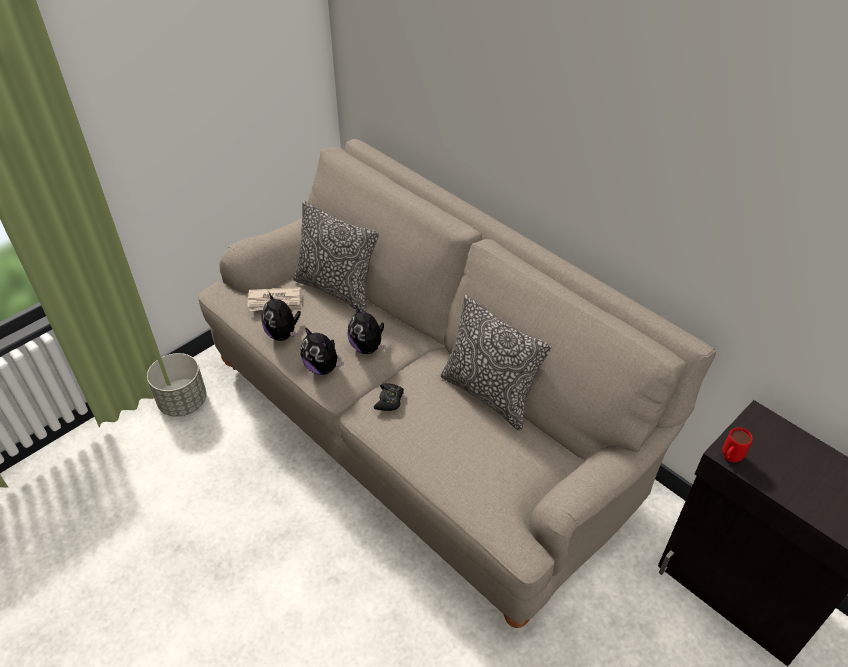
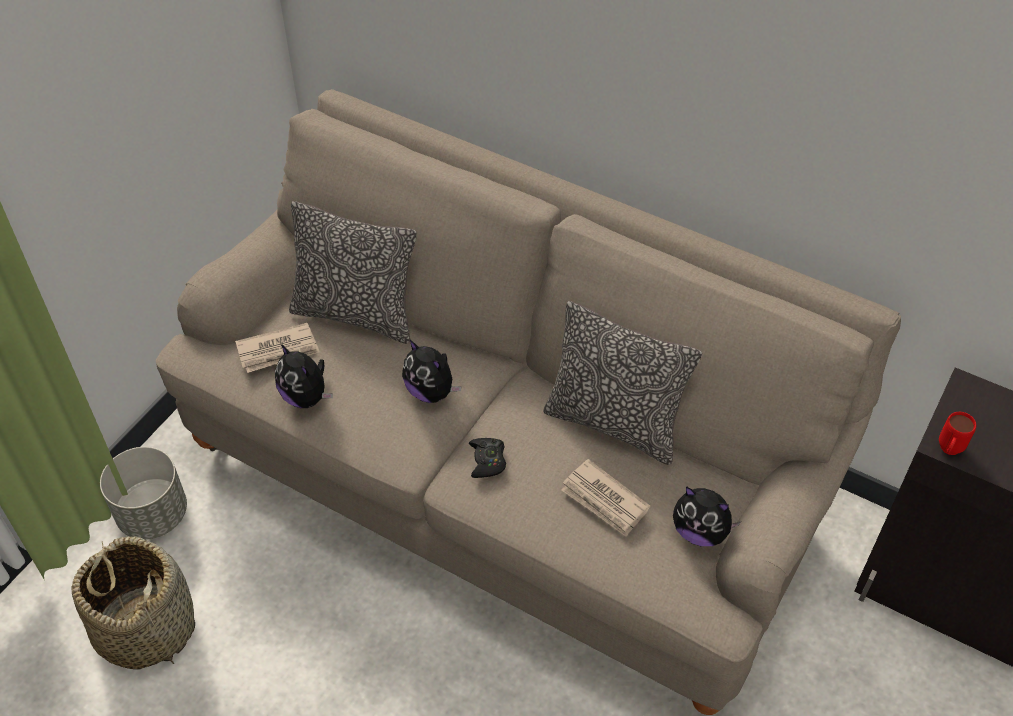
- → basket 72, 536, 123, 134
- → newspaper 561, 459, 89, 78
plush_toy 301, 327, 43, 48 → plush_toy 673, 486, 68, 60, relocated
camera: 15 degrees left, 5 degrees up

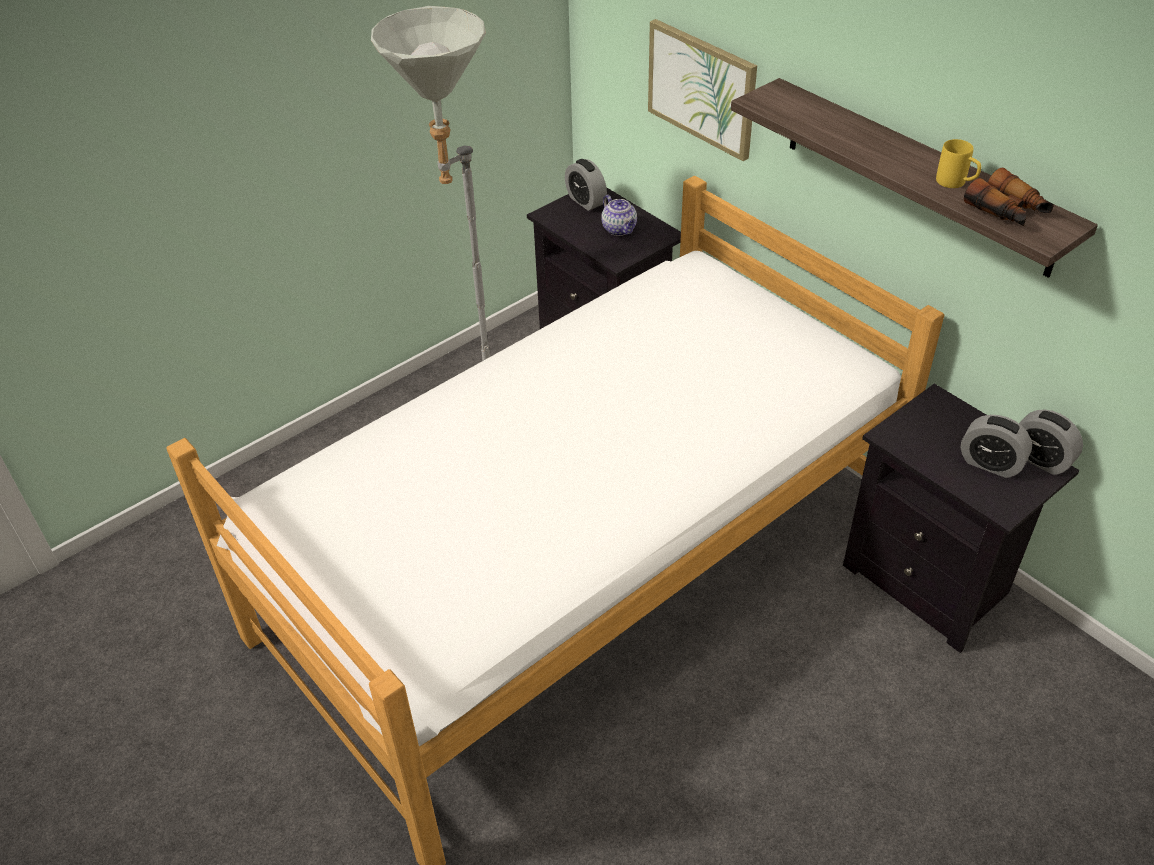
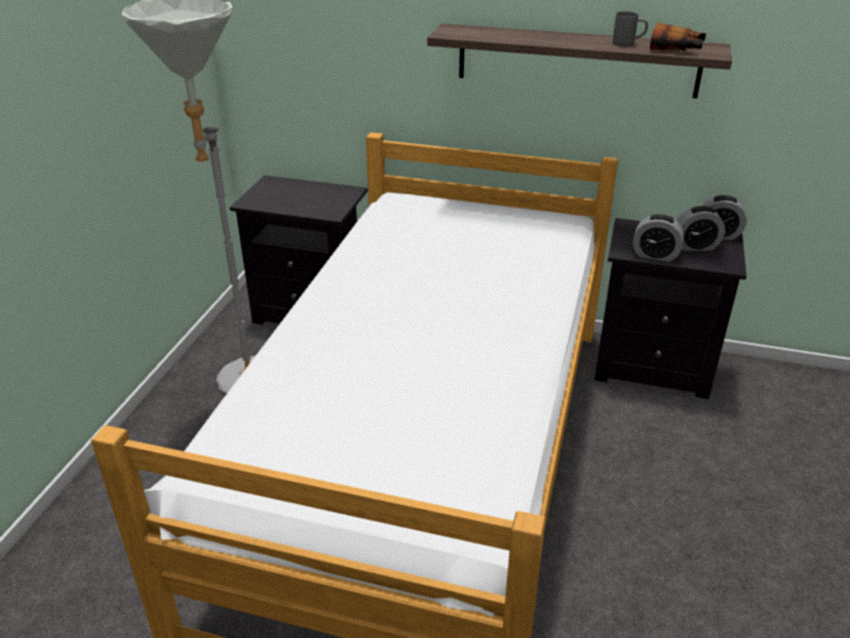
teapot 601, 195, 36, 41 → -
picture 648, 19, 109, 142 → -
alarm_clock 565, 159, 42, 52 → alarm_clock 633, 214, 51, 48, relocated
yellow_mug 936, 139, 45, 49 → grey_mug 613, 11, 35, 35
camera: 35 degrees left, 10 degrees down

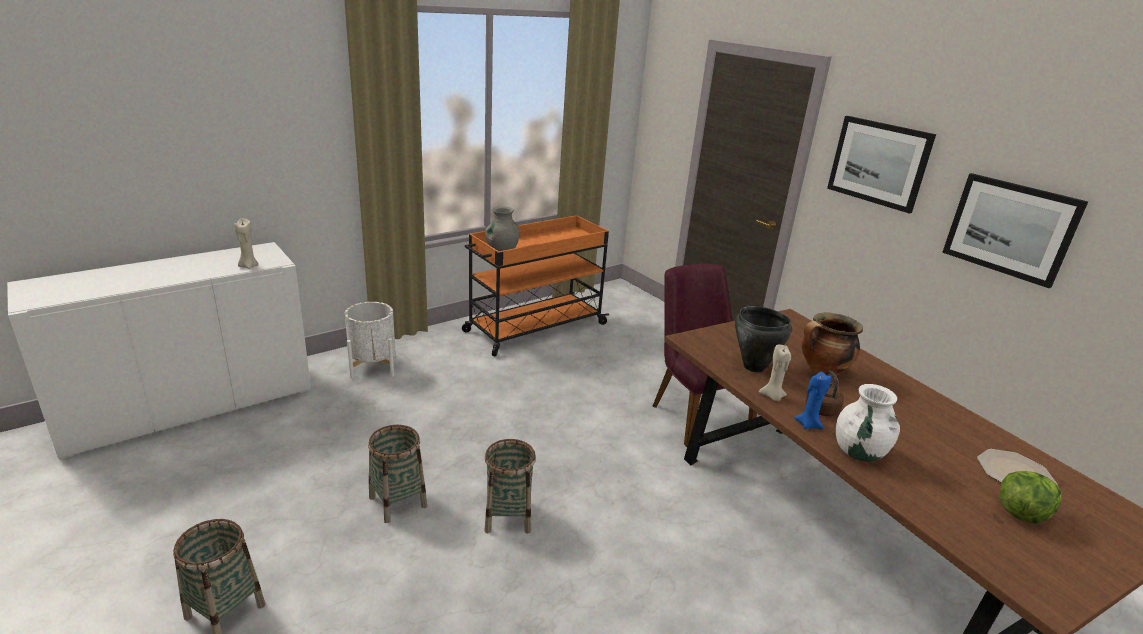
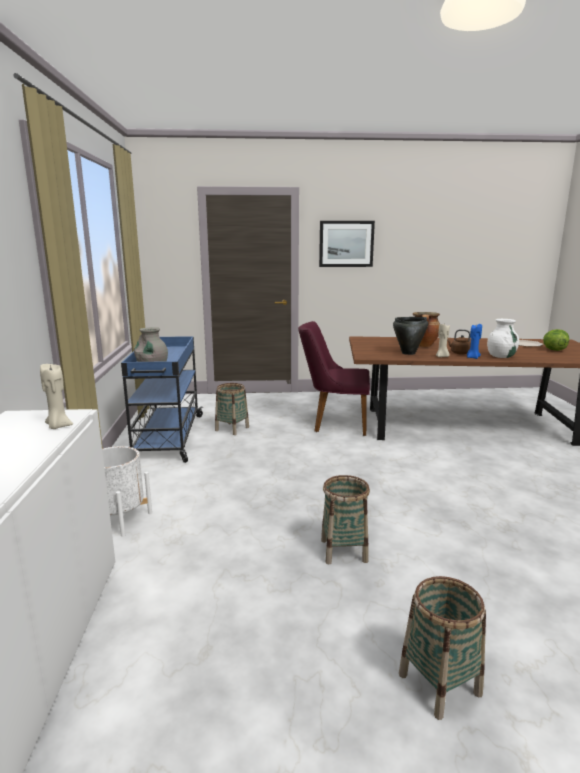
picture 942, 173, 146, 115 → -
basket 484, 439, 52, 94 → basket 215, 383, 34, 52, relocated
orange_cart 462, 215, 147, 141 → blue_cart 121, 336, 82, 127
camera: 55 degrees left, 10 degrees down

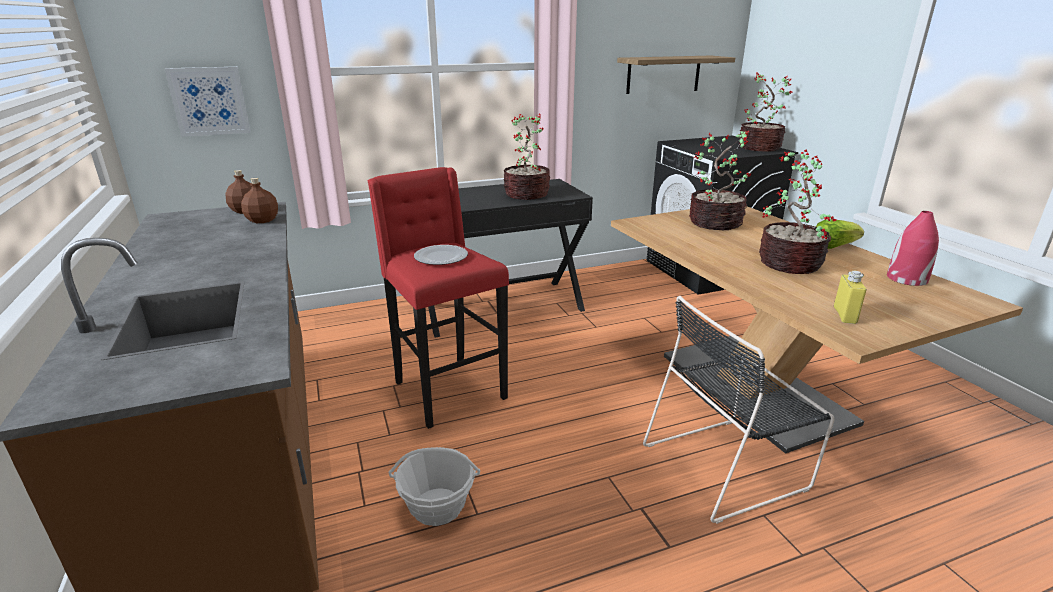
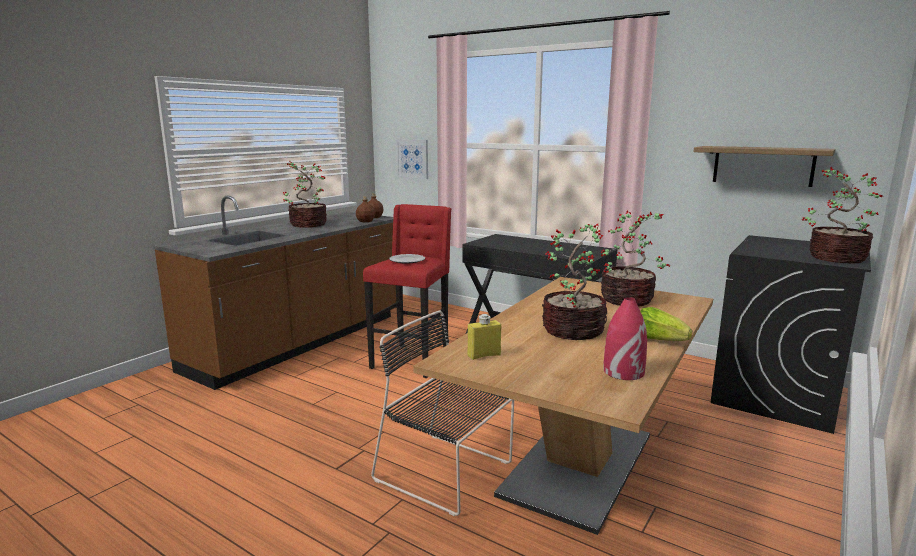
basket 389, 447, 91, 79 → -
potted_plant 503, 113, 47, 87 → potted_plant 283, 161, 44, 67, relocated
camera: 55 degrees right, 10 degrees down

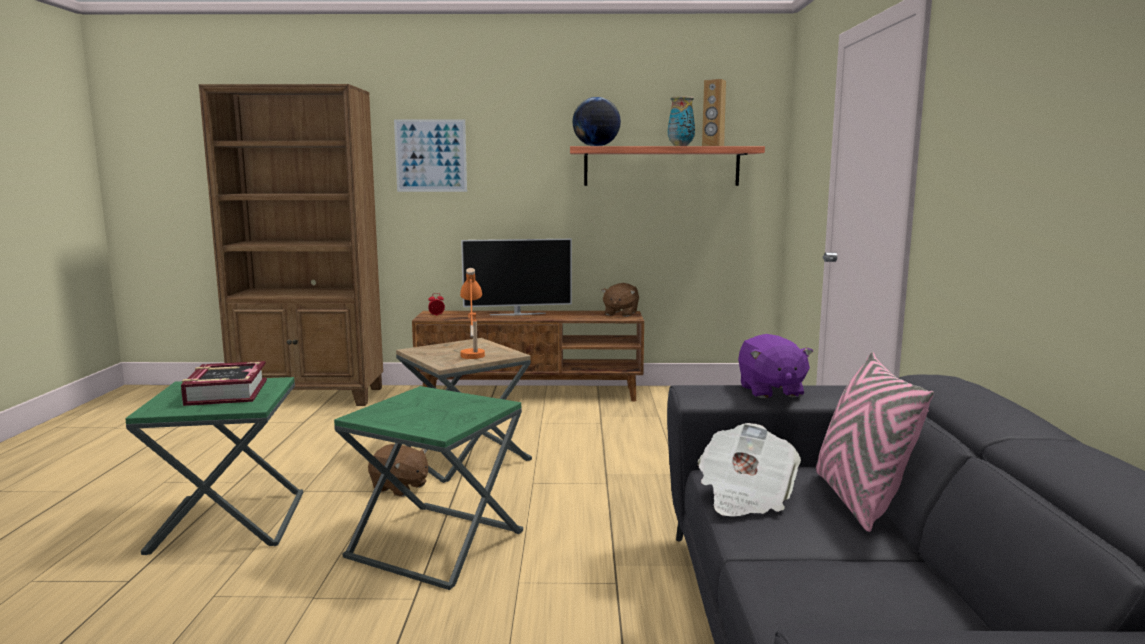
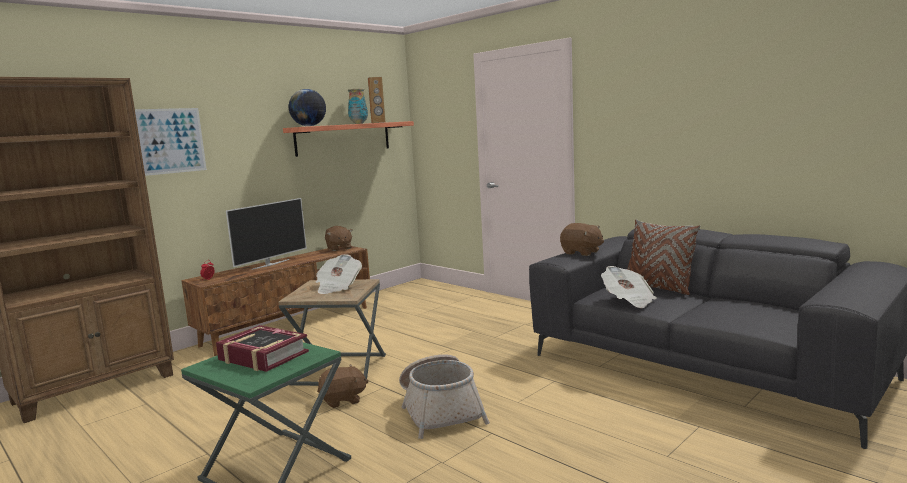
green_side_table 334, 386, 189, 204 → basket 399, 354, 91, 85
orange_table_lamp 460, 268, 25, 91 → newspaper 316, 254, 46, 40
purple_plush_toy 738, 334, 75, 64 → brown_plush_toy 560, 223, 44, 33
pink_pillow 816, 352, 118, 180 → brown_pillow 628, 219, 72, 76
camera: 45 degrees left, 0 degrees up

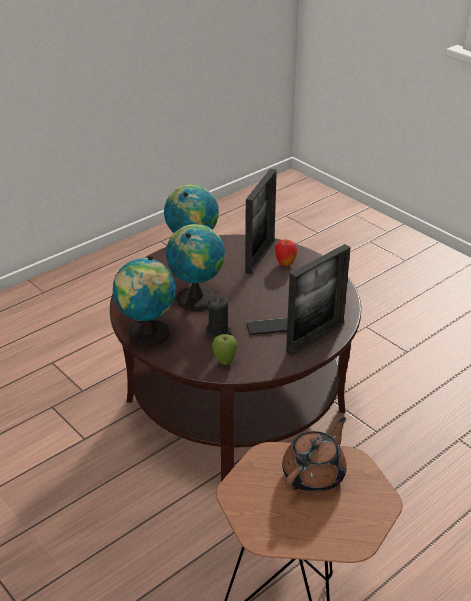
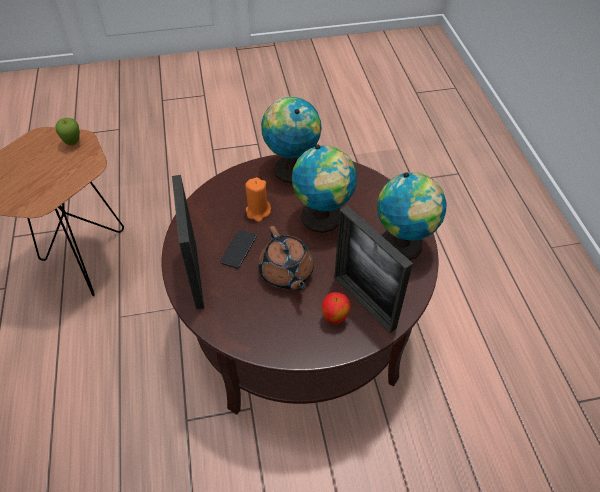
apple 212, 334, 25, 31 → apple 56, 118, 24, 28, relocated
brown_teapot 282, 417, 65, 76 → brown_teapot 258, 226, 56, 65, relocated
black_candle 206, 297, 26, 43 → orange_candle 245, 177, 26, 45
camera: 120 degrees right, 15 degrees up

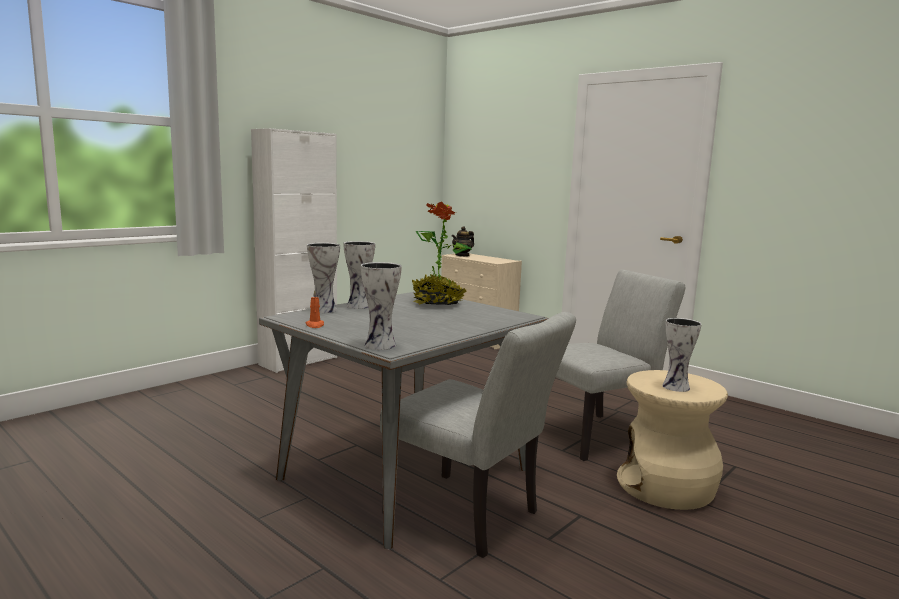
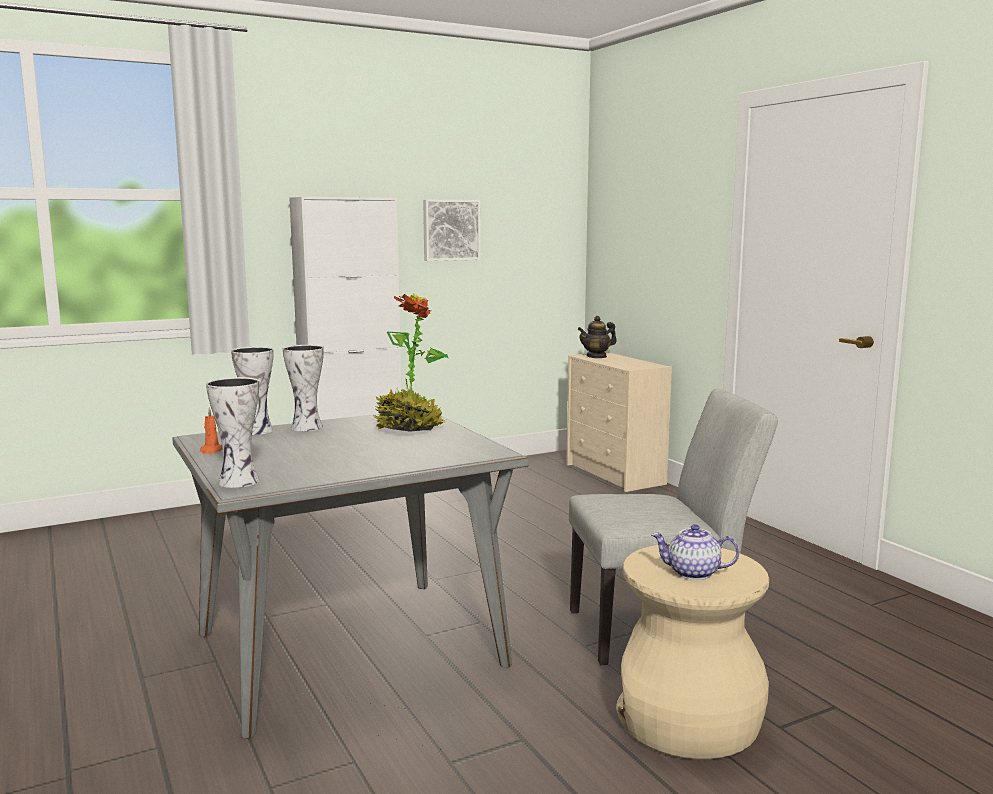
grey_chair 380, 312, 196, 246 → -
- → picture 423, 200, 58, 61
vase 662, 318, 40, 74 → teapot 651, 524, 88, 56
camera: 20 degrees right, 0 degrees up

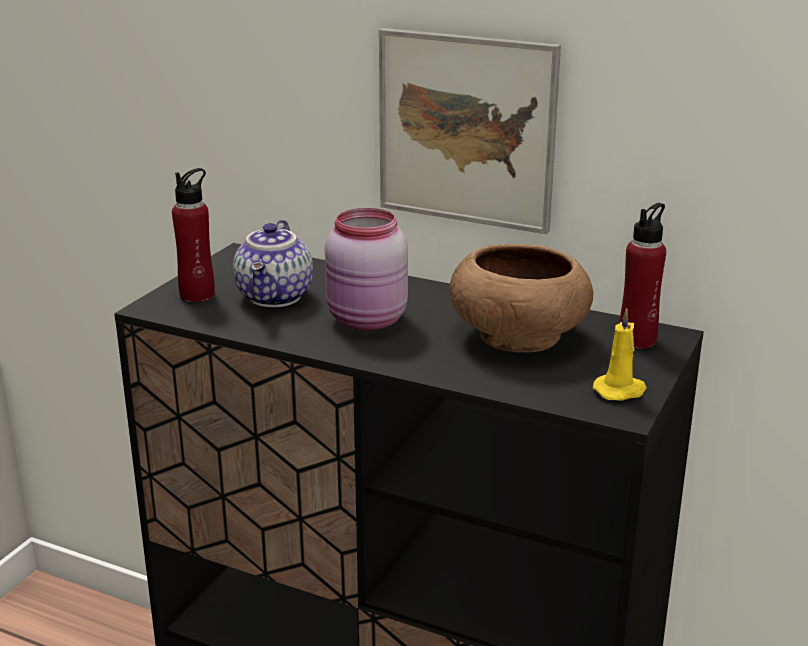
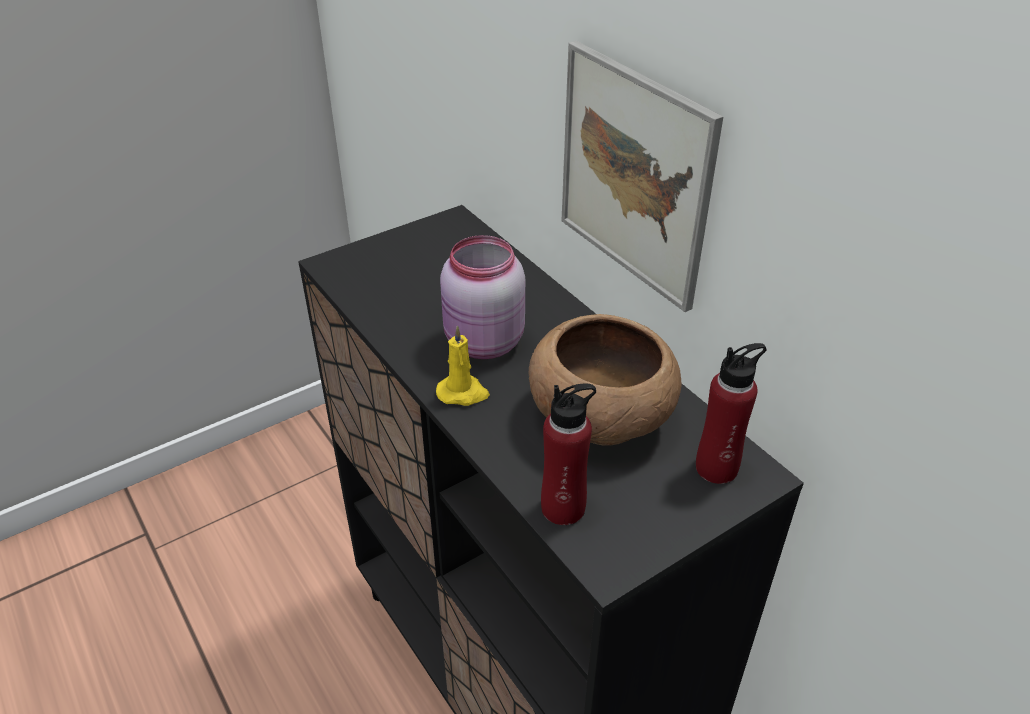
teapot 233, 220, 80, 87 → -
red_bottle 172, 168, 43, 134 → red_bottle 541, 384, 55, 141, relocated
yellow_candle 593, 308, 54, 93 → yellow_candle 436, 325, 54, 81, relocated
camera: 30 degrees right, 15 degrees up

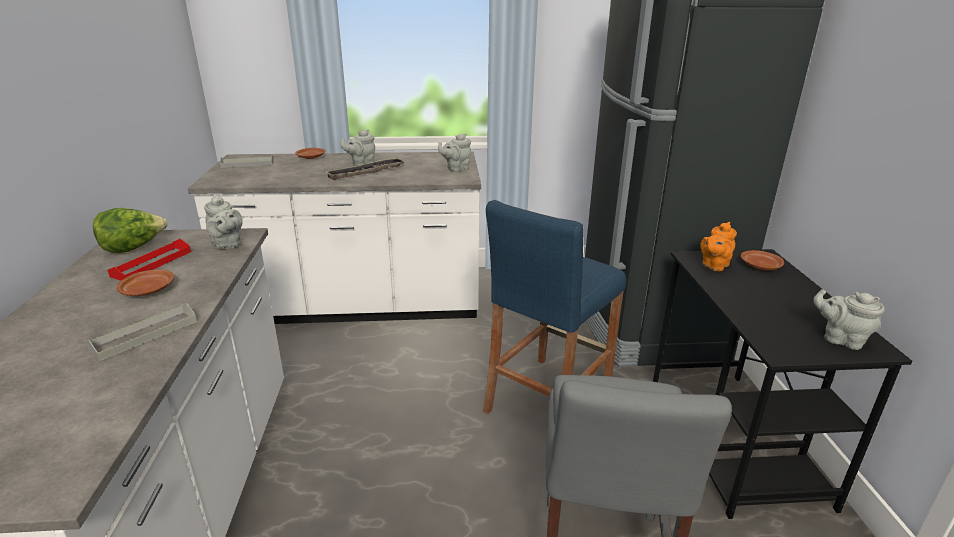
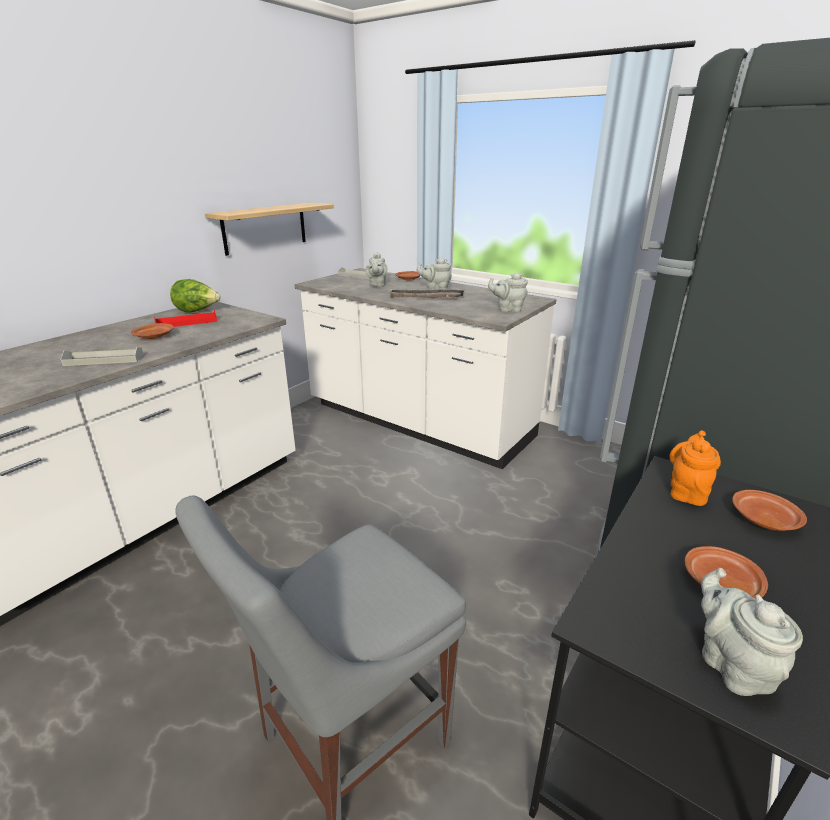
blue_stool 483, 200, 143, 214 → -
- → shelf 205, 203, 129, 53
- → brown_plate 685, 546, 83, 52
grey_teapot 204, 195, 39, 54 → grey_teapot 365, 252, 23, 35, relocated
orange_teapot 700, 222, 37, 49 → orange_teapot 669, 431, 52, 75, 120 degrees clockwise
camera: 40 degrees right, 0 degrees up

